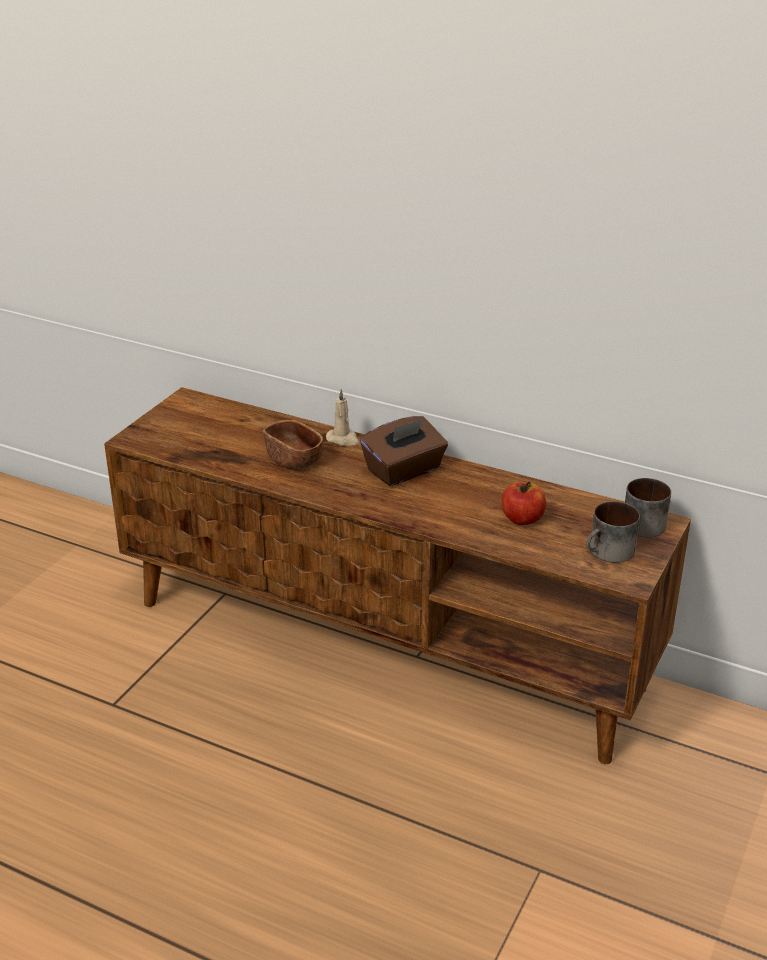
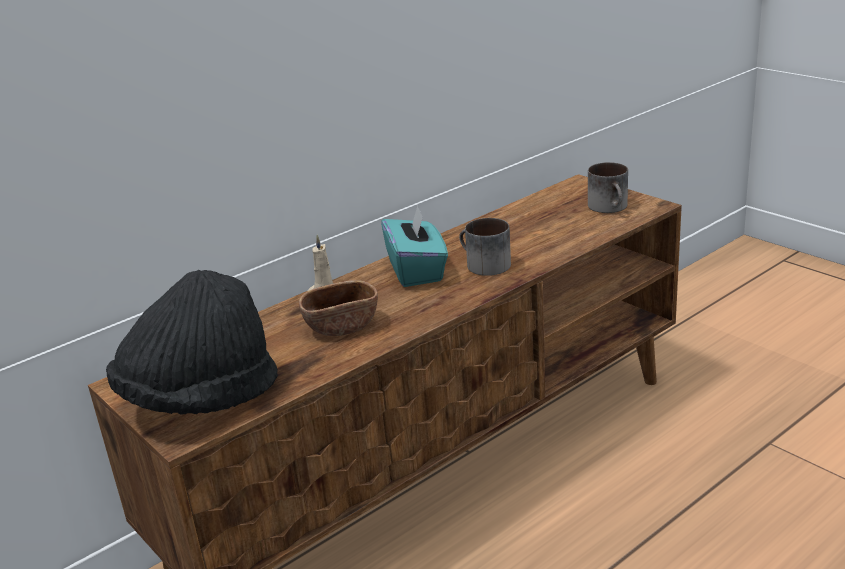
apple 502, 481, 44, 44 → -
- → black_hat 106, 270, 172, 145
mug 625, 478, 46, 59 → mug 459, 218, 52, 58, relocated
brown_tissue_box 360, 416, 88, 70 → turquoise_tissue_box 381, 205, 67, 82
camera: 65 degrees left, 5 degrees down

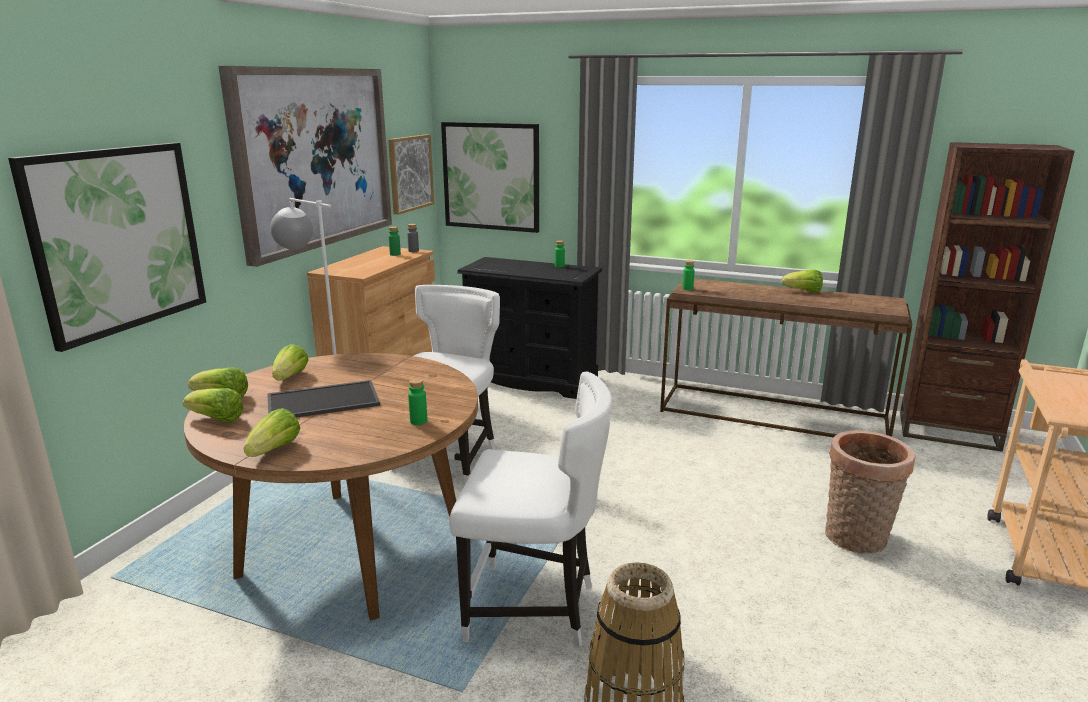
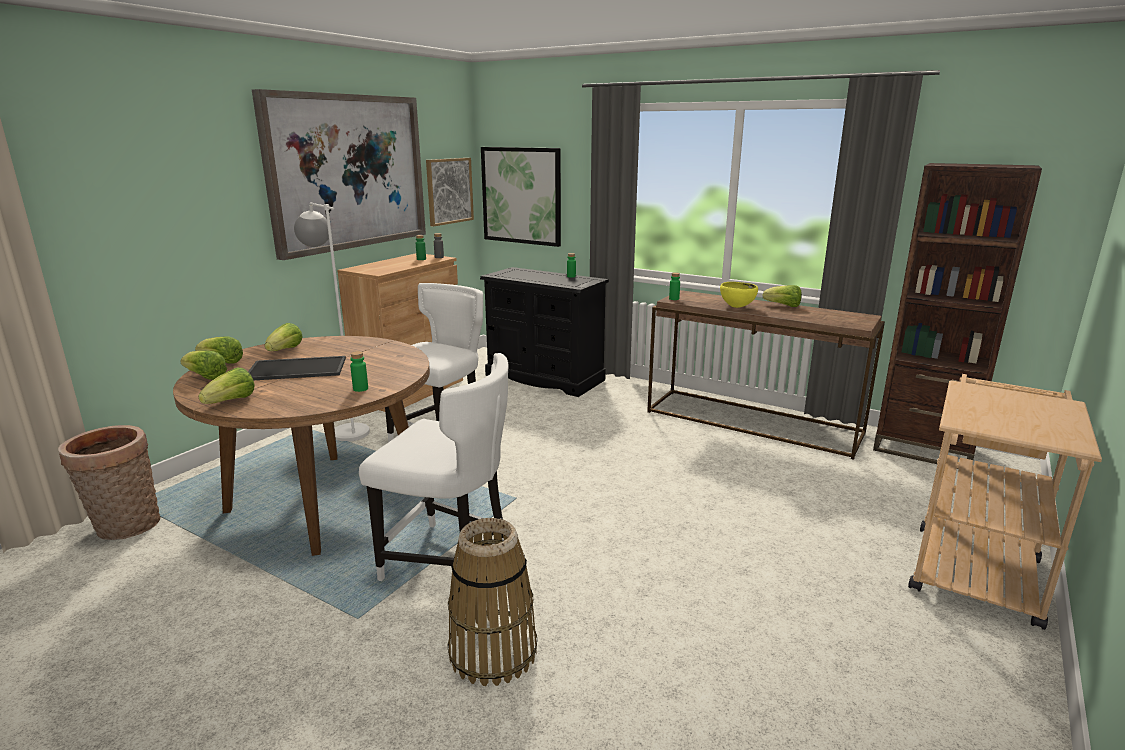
picture 8, 143, 198, 209 → -
- → yellow_bowl 720, 282, 38, 26
basket 825, 430, 91, 124 → basket 58, 425, 102, 115, relocated
camera: 10 degrees right, 0 degrees up

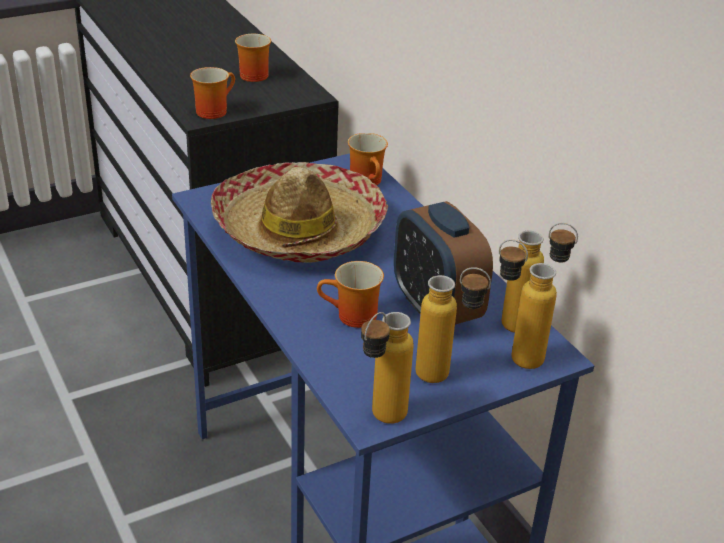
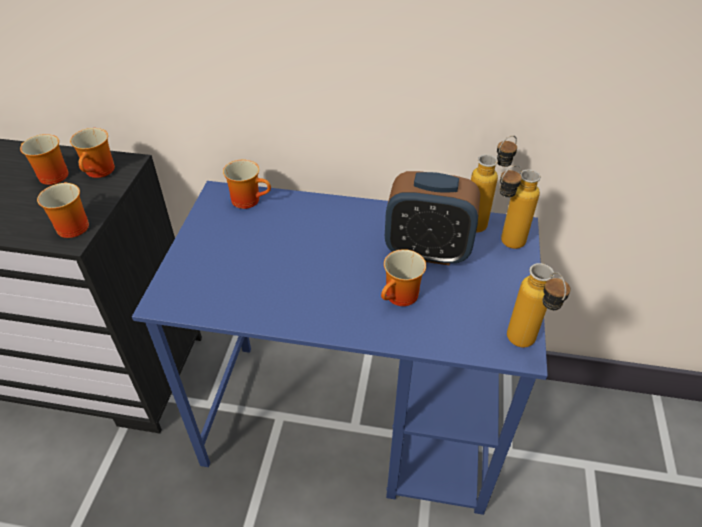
hat 211, 162, 177, 101 → -
bottle 415, 267, 76, 116 → -
- → mug 70, 128, 45, 50
camera: 50 degrees left, 10 degrees up

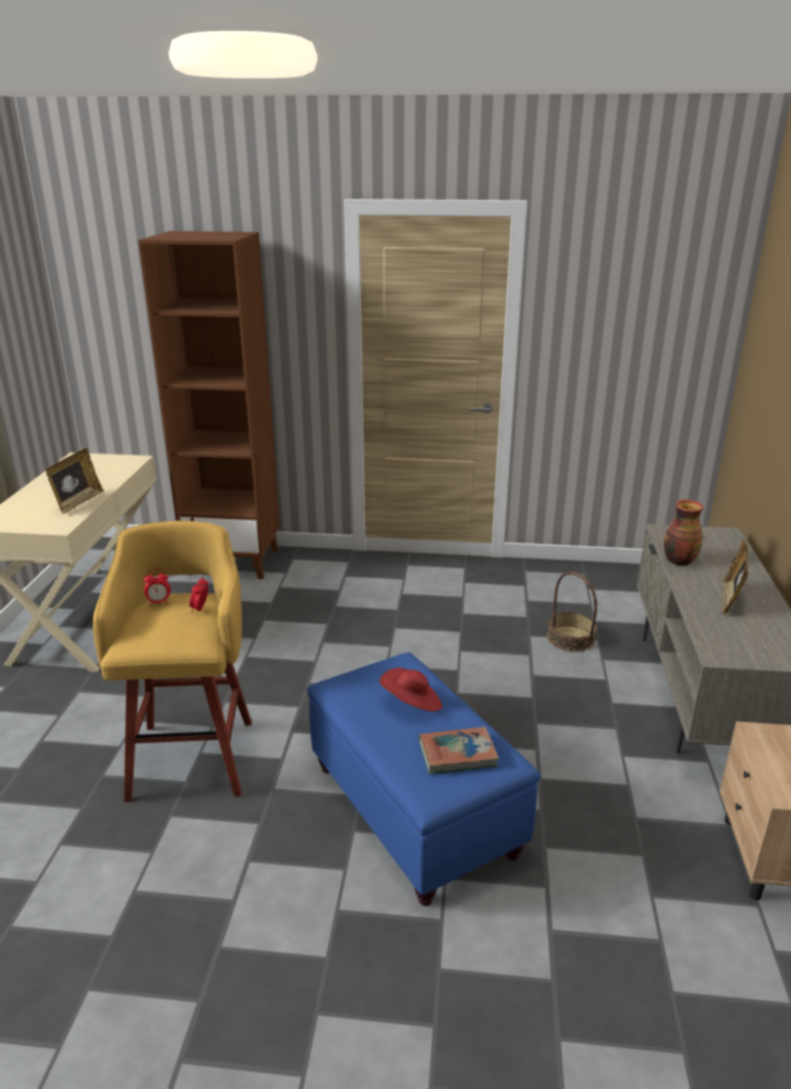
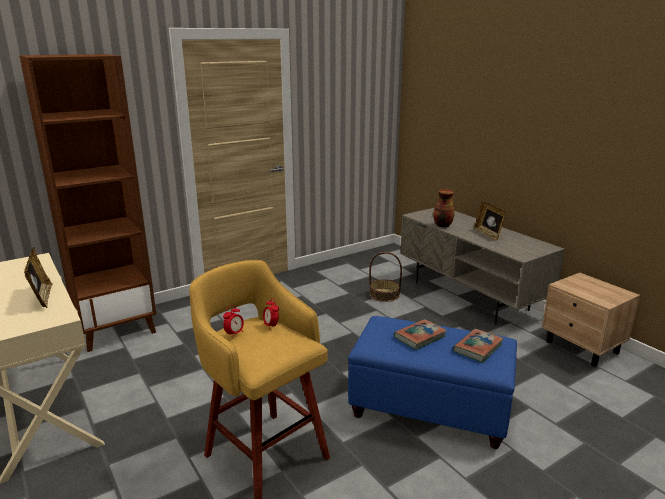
red_hat 379, 668, 63, 44 → book 394, 319, 53, 31
camera: 40 degrees left, 5 degrees down

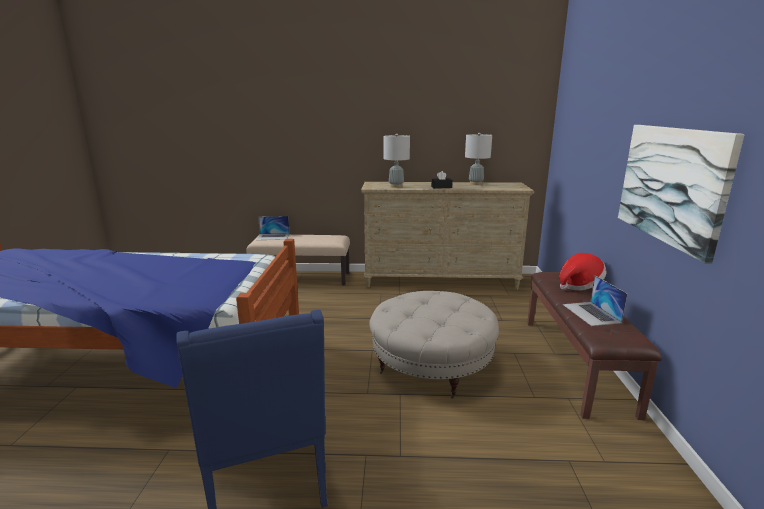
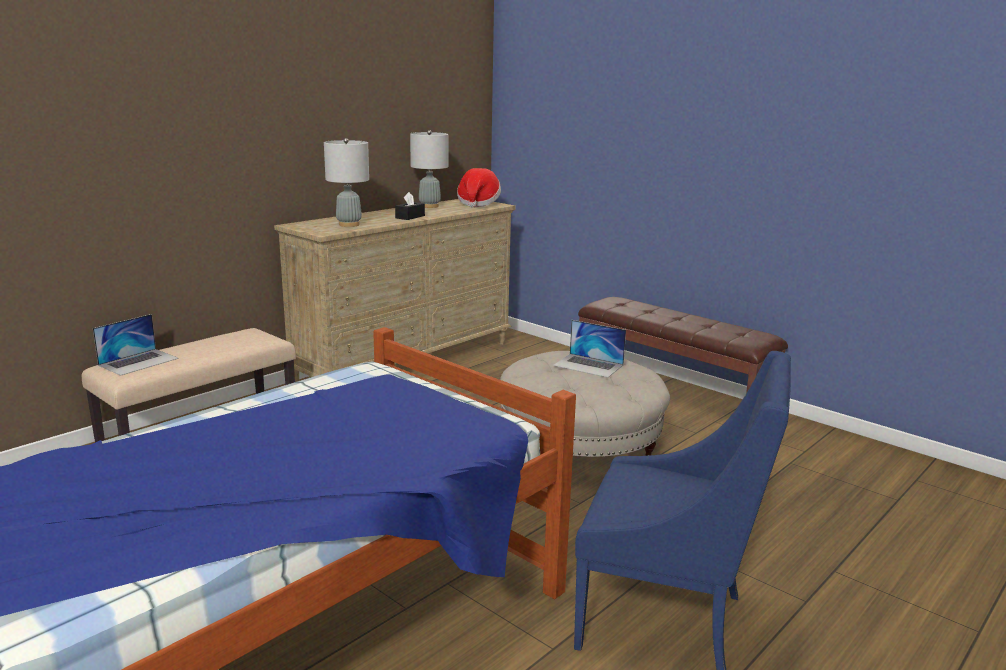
picture 618, 125, 127, 138 → -
hat 560, 253, 46, 38 → hat 457, 168, 44, 39, relocated
laptop 563, 275, 64, 51 → laptop 553, 320, 73, 58, relocated
camera: 50 degrees left, 0 degrees up

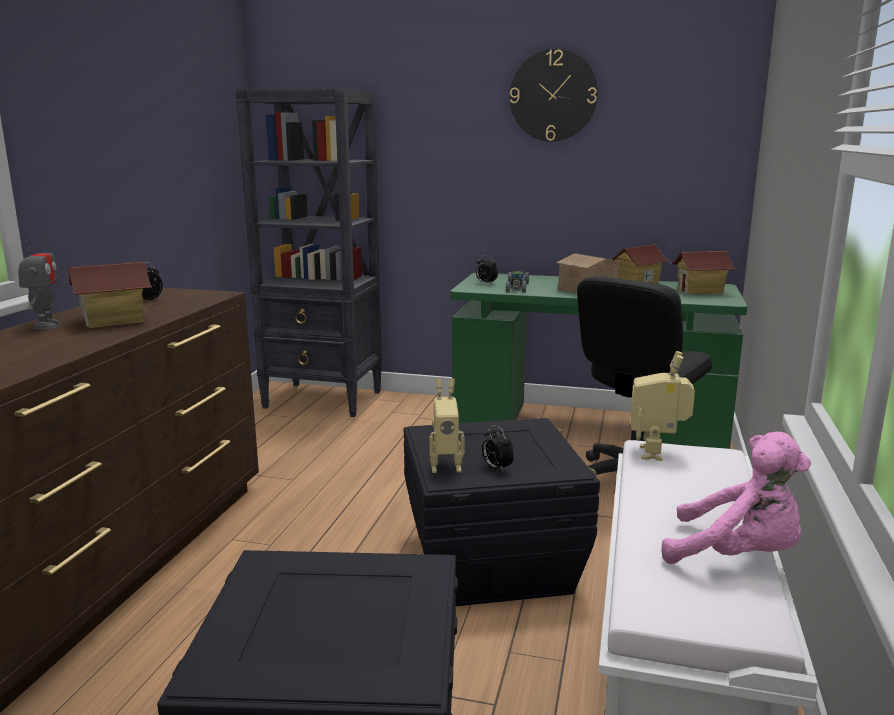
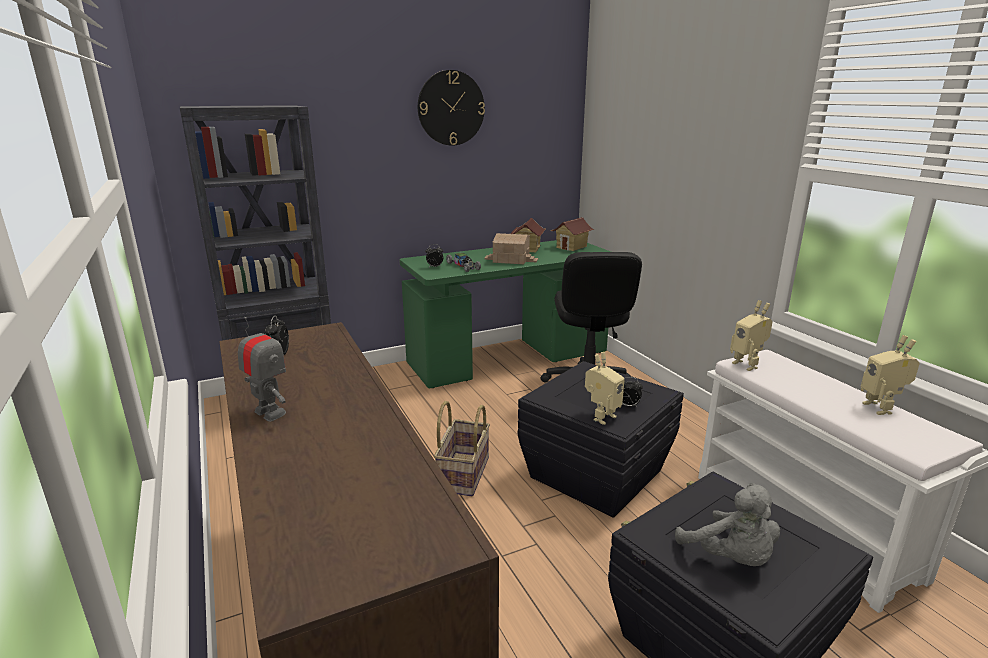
toy_house 69, 261, 83, 67 → -
- → basket 434, 401, 56, 95
- → grey_plush_toy 675, 483, 105, 83
pink_plush_toy 662, 432, 149, 132 → toy_robot 861, 335, 59, 80
camera: 40 degrees left, 5 degrees up

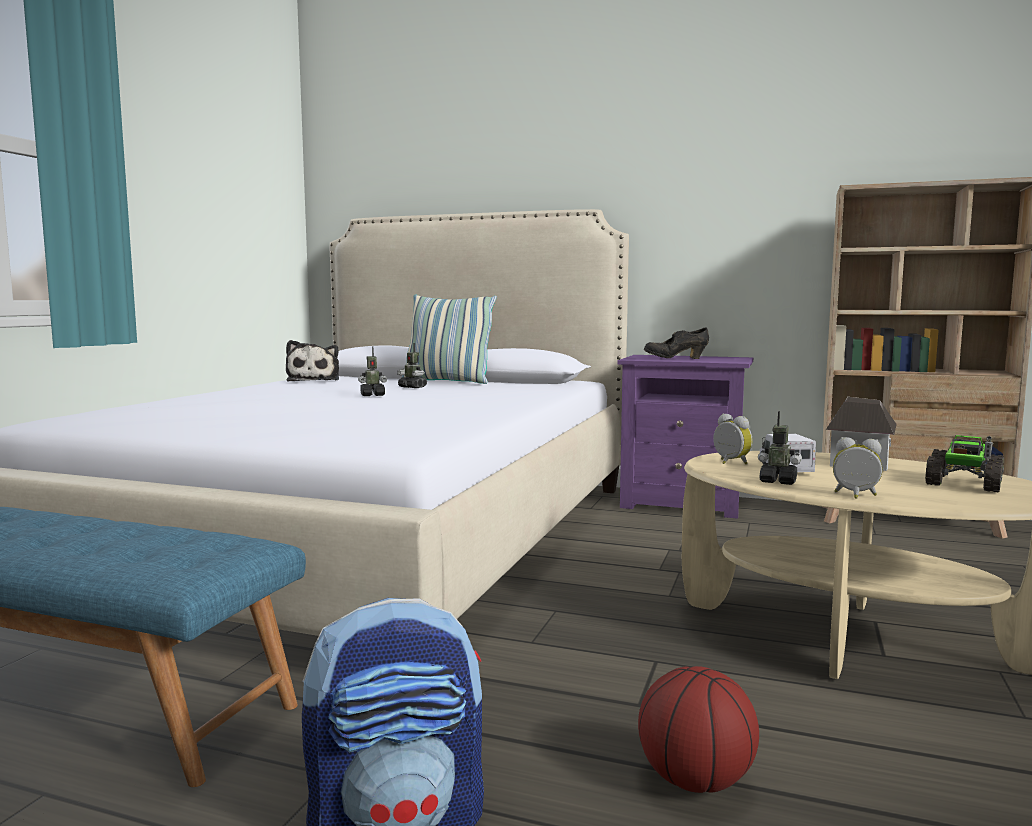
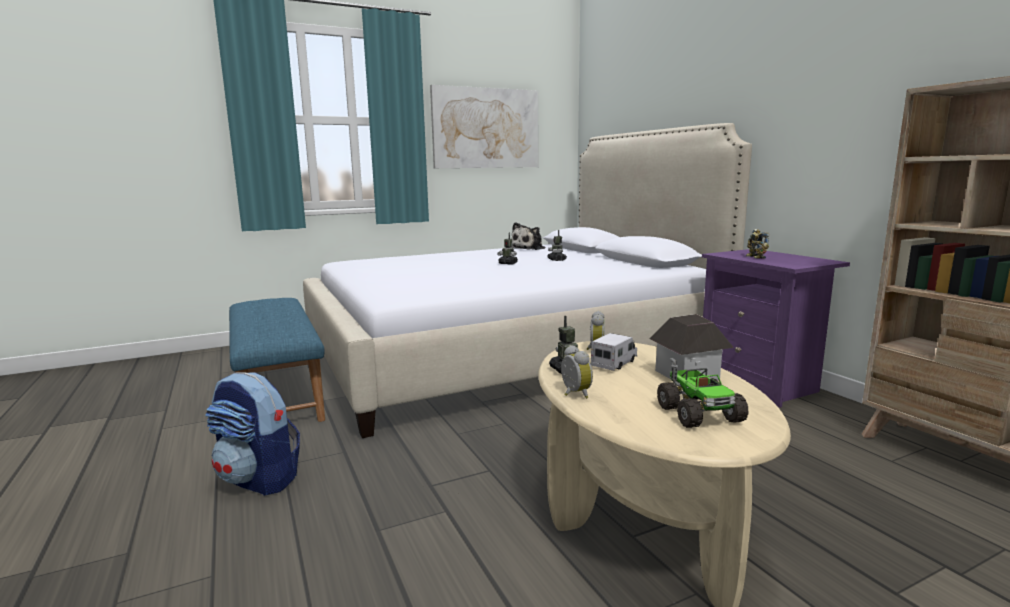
pillow 402, 294, 95, 90 → -
basketball 638, 666, 121, 127 → -
- → picture 430, 85, 108, 83
black_shoe 644, 327, 65, 32 → toy_robot 746, 229, 23, 29
toy_truck 925, 435, 79, 58 → toy_truck 657, 358, 92, 70, 90 degrees clockwise
camera: 45 degrees right, 5 degrees up

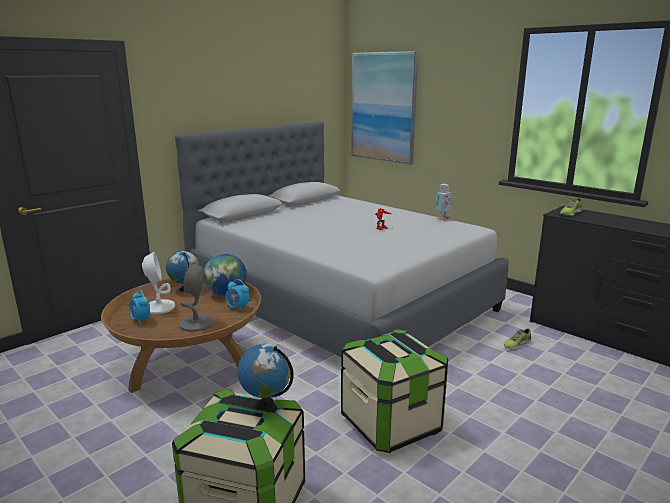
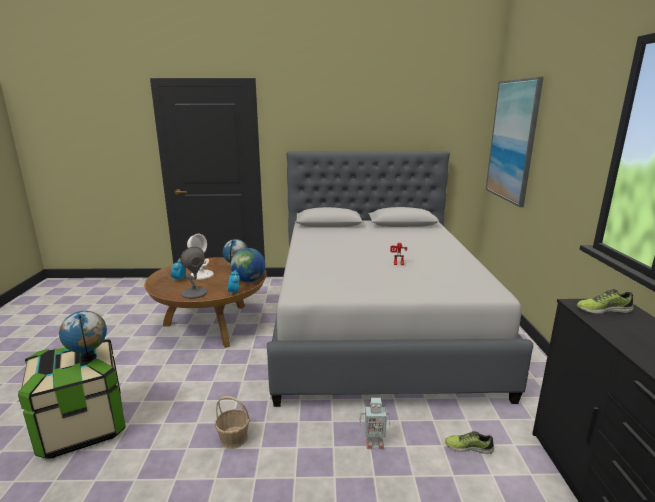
toy_robot 435, 184, 17, 37 → toy_robot 360, 398, 30, 51, relocated
storage_box 341, 329, 107, 124 → basket 215, 396, 35, 53
camera: 45 degrees right, 0 degrees up

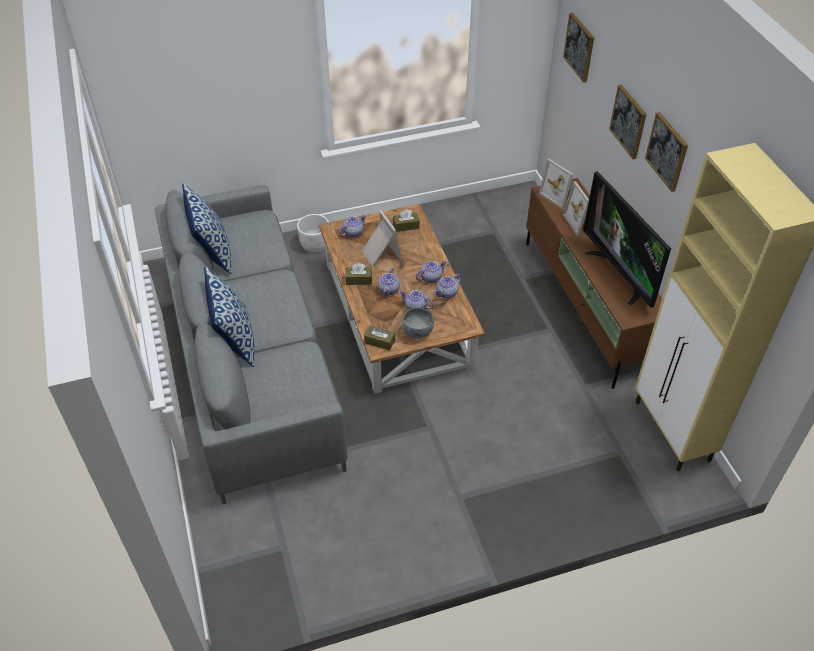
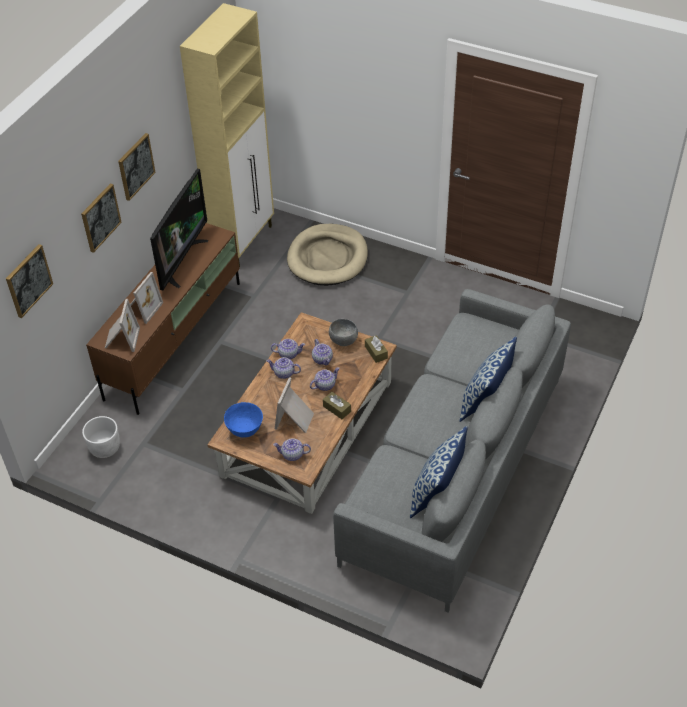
- → beige_dog_bed 287, 224, 81, 62
white_planter 297, 214, 32, 38 → white_planter 82, 416, 38, 42, relocated
brown_tissue_box 393, 209, 27, 23 → blue_bowl 224, 402, 39, 35
camera: 135 degrees left, 0 degrees up

